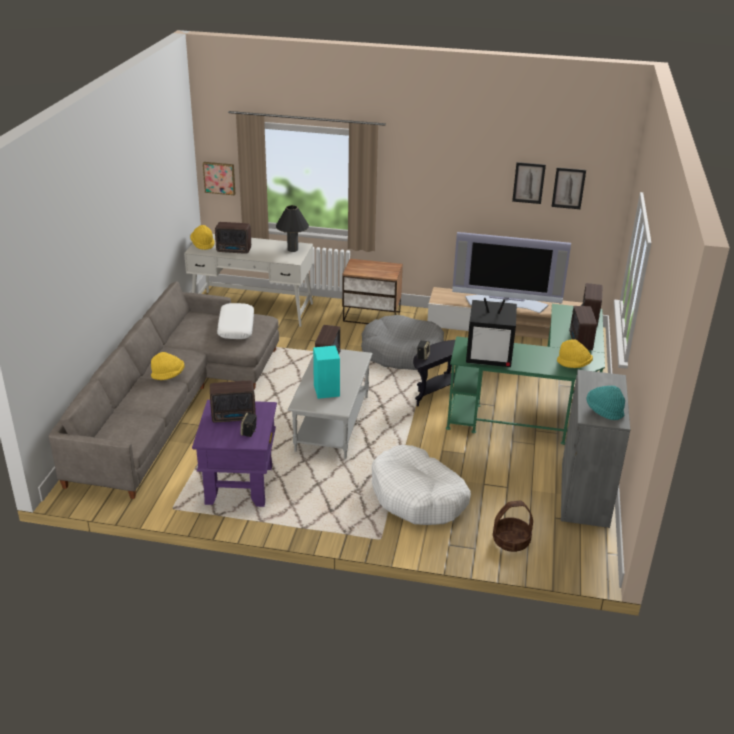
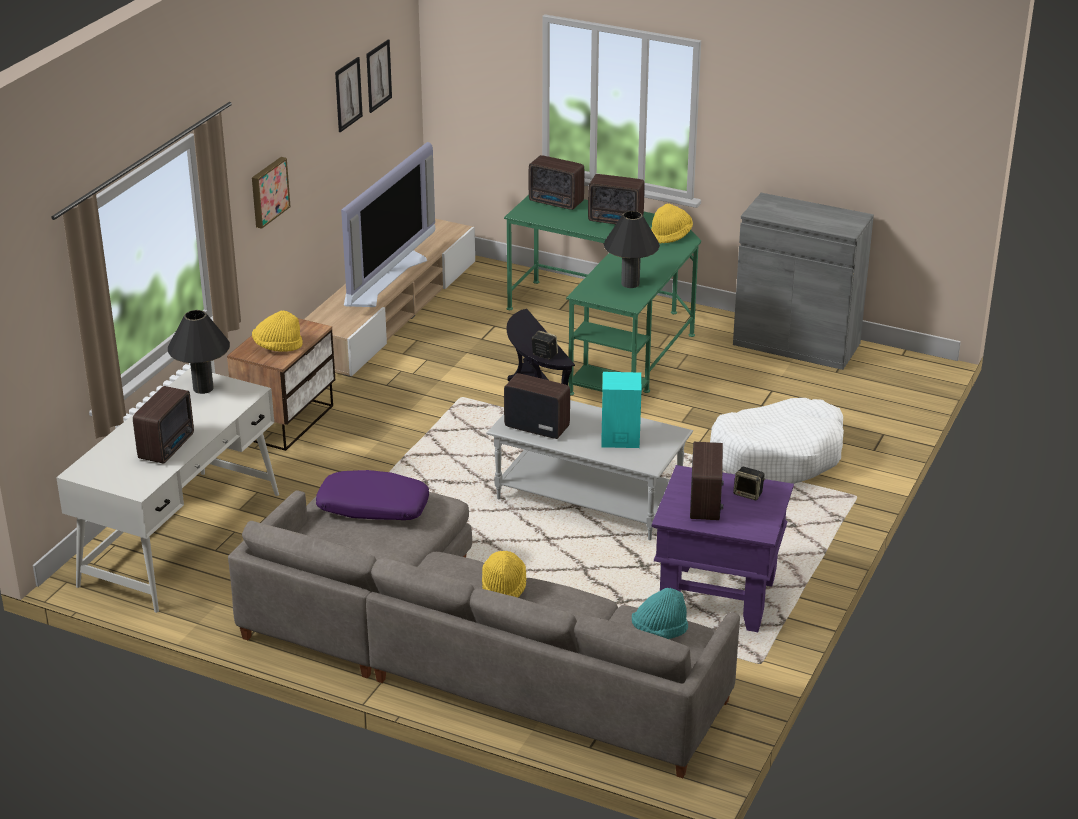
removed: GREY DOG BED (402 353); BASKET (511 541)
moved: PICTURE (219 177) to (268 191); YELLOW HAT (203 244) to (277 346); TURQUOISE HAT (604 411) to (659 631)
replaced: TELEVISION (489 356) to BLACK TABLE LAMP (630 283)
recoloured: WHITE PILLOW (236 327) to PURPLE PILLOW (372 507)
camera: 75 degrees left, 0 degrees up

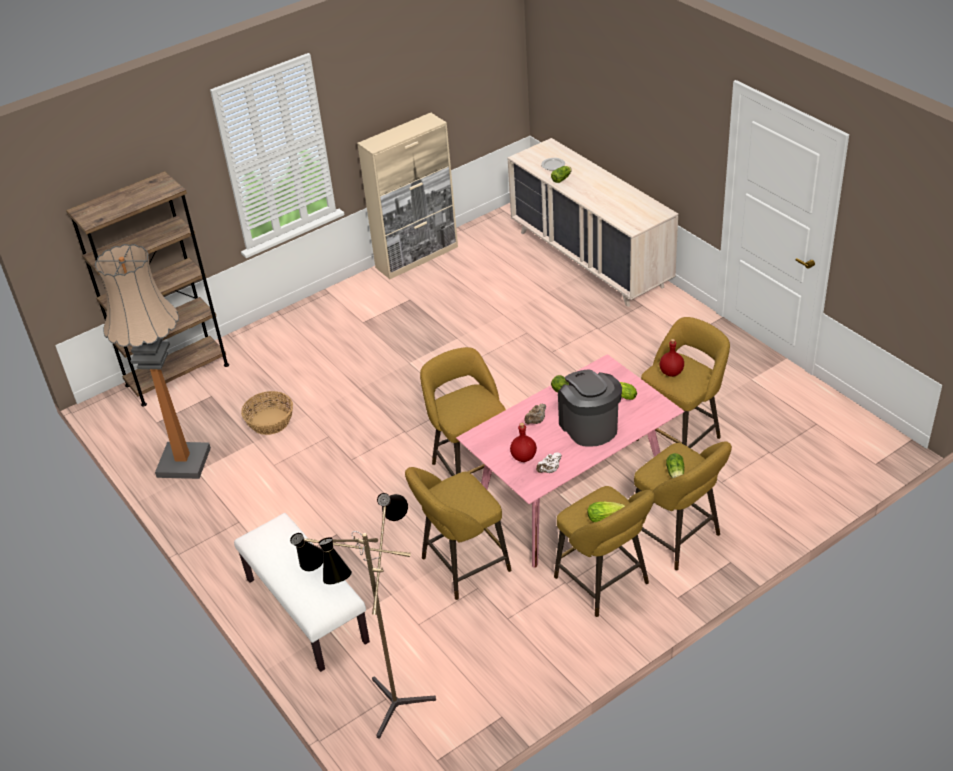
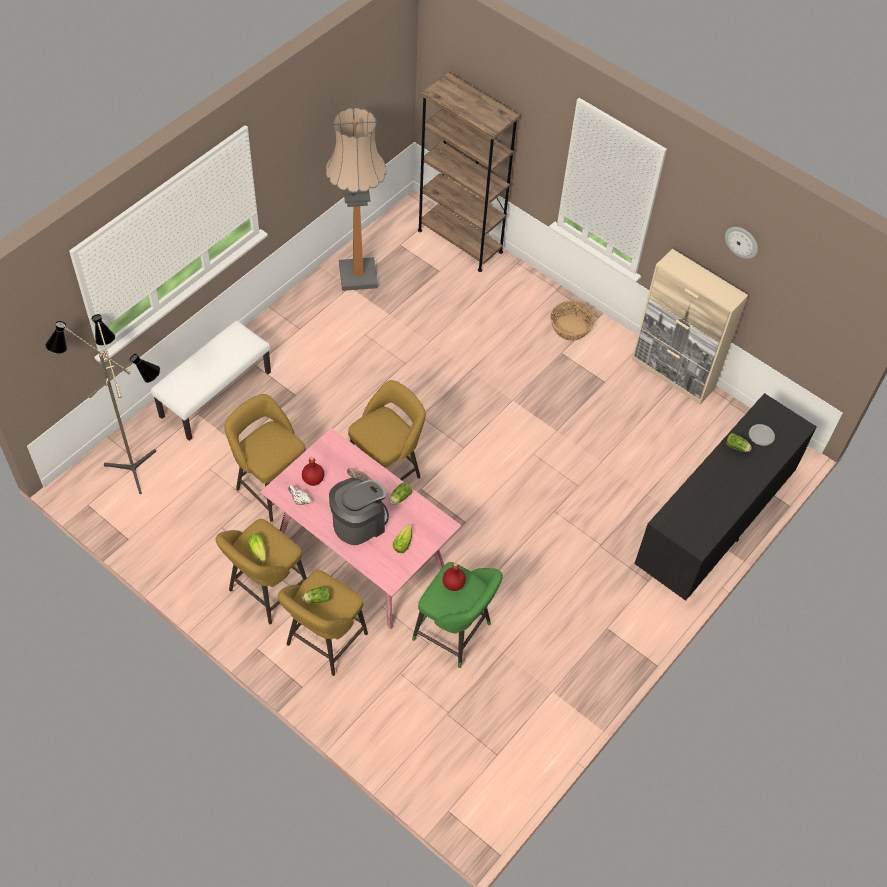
added: WALL CLOCK (742 242)
moved: BASKET (269 421) to (570 327)
recoloured: BEIGE DRESSER (590 259) to BLACK DRESSER (713 524); YELLOW STOOL (681 436) to GREEN STOOL (455 634)
camera: 70 degrees right, 15 degrees up

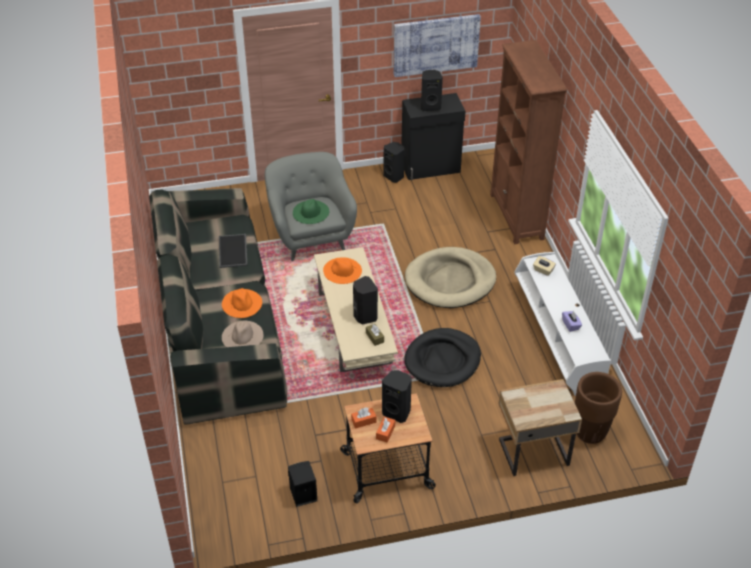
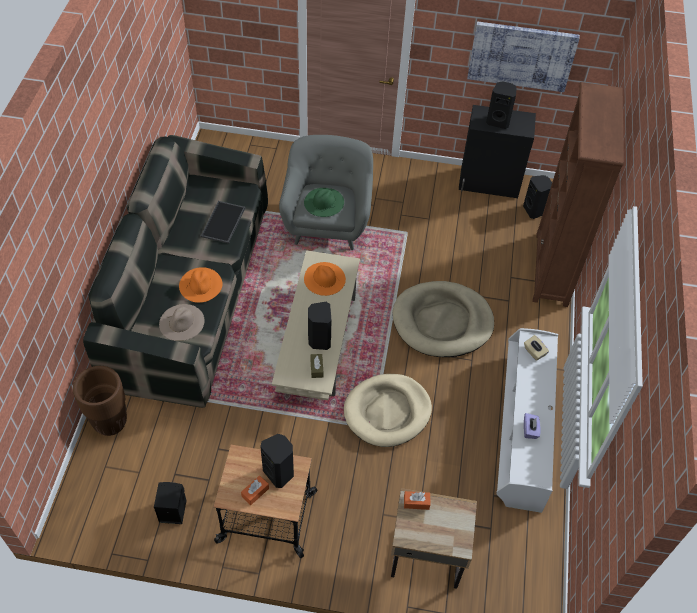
moved: BLACK SPEAKER (394 176) to (534 210); BROWN PLANTER (590 432) to (110 422); ORANGE TISSUE BOX (363 421) to (416 502)
recoloured: BLACK DOG BED (442 360) to BEIGE DOG BED (387 412)
camera: 20 degrees right, 10 degrees up

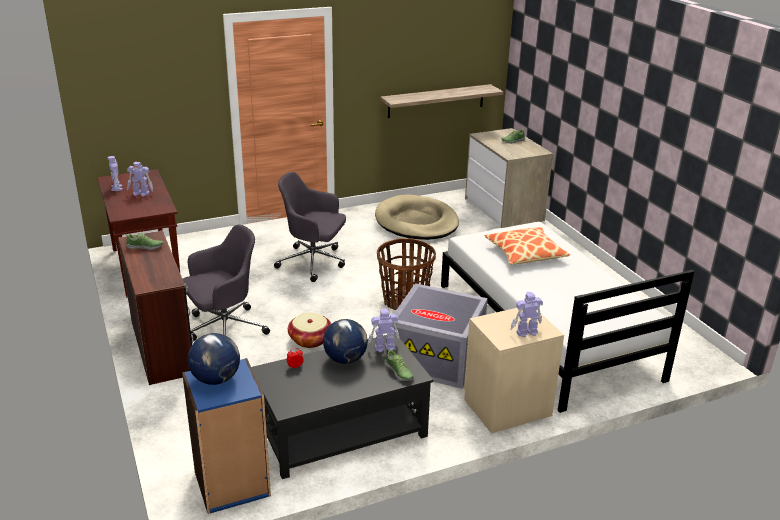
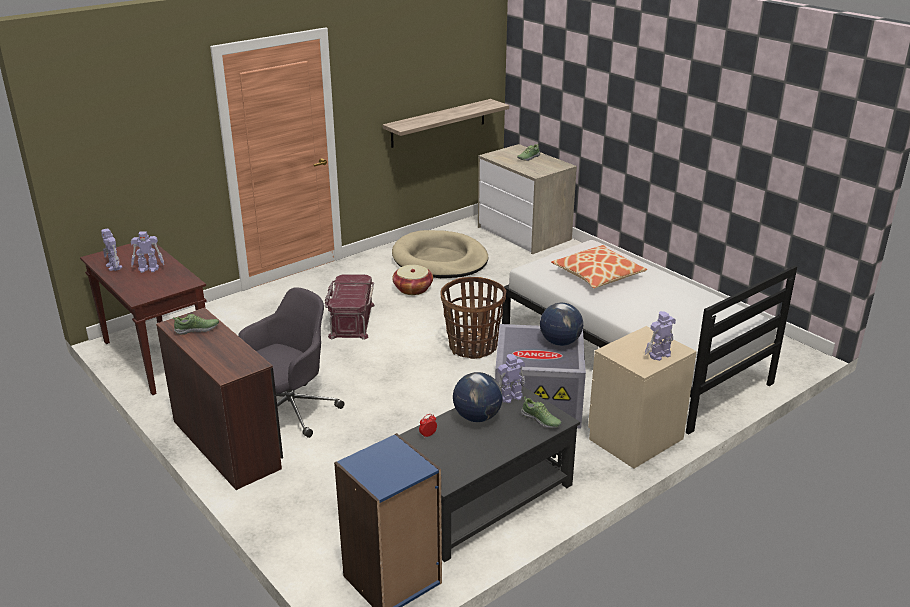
moved: BASKET (310 339) to (413 289); GLOBE (216 379) to (560 342)
replaced: GREY OFFICE CHAIR (313 262) to RED STORAGE BOX (351 320)
camera: 15 degrees left, 0 degrees up

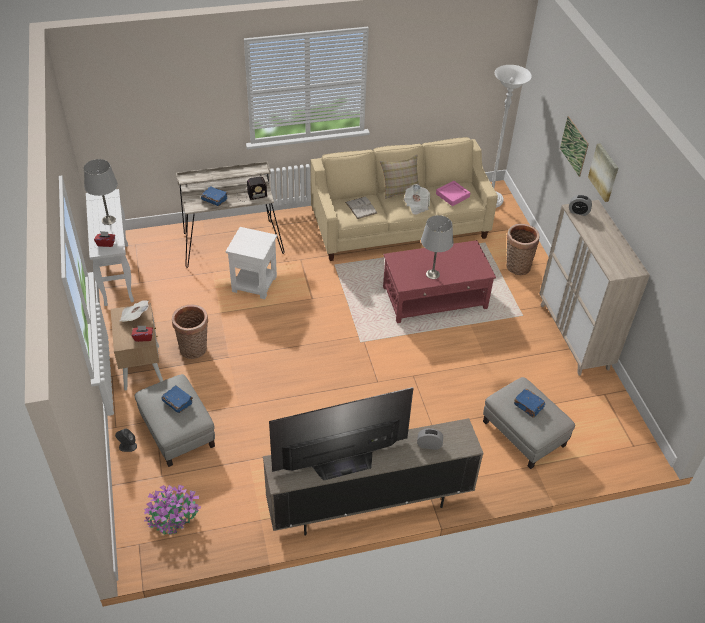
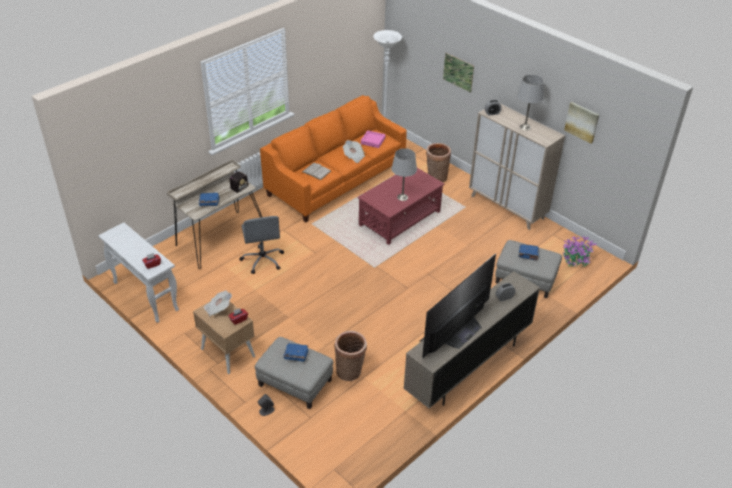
removed: BEIGE PILLOW (400 190)
moved: PICTURE (604 172) to (582 122); GREY TABLE LAMP (108 220) to (525 127); BASKET (194 350) to (350 372); POTTED PLANT (173 518) to (576 259)
replaced: WHITE SIDE TABLE (254 284) to GREY OFFICE CHAIR (263 260)
recoloured: BEIGE SOFA (400 227) to ORANGE SOFA (336 180)
camera: 30 degrees left, 5 degrees down

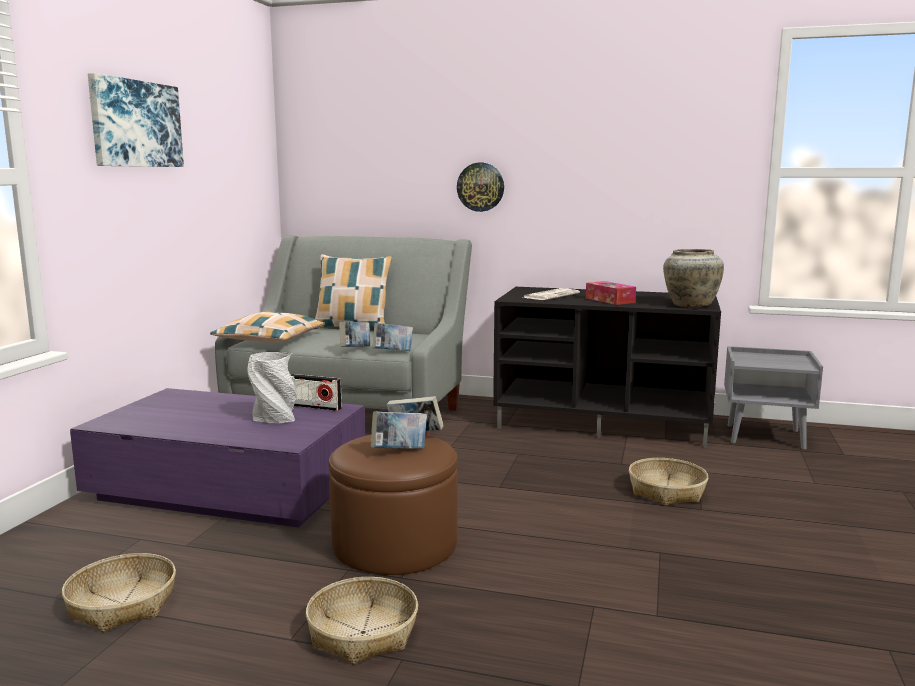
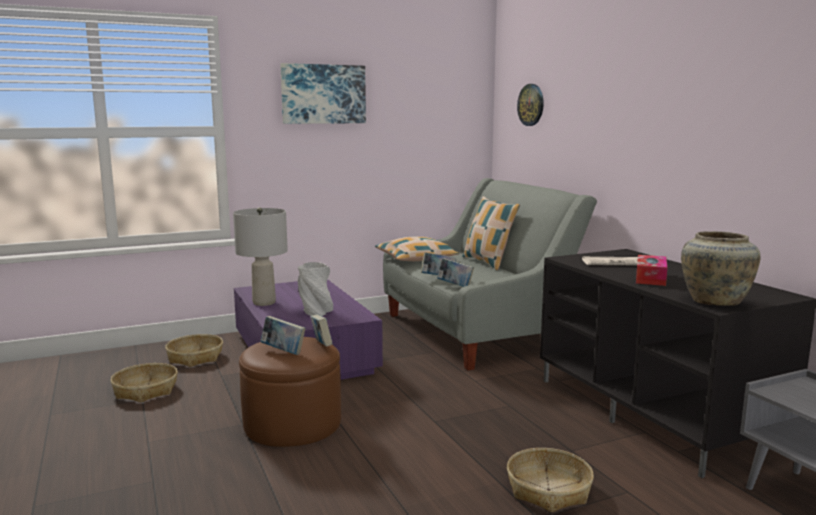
removed: RADIO (315 407)
added: GREY TABLE LAMP (264 303)
moved: WALL CLOCK (480 187) to (531 105); BASKET (362 633) to (195 357)
camera: 50 degrees right, 0 degrees up

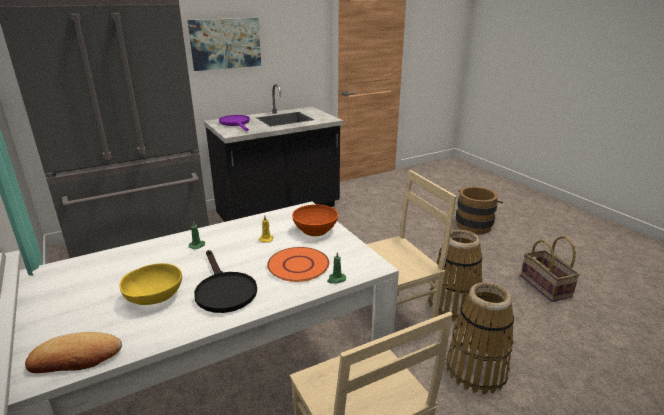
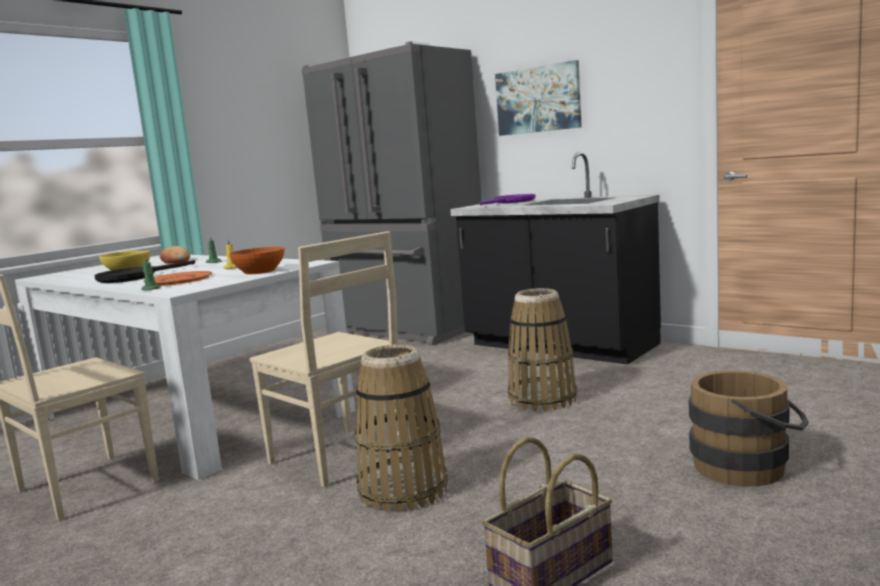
moved: BASKET (476 370) to (542 399); BREAD (75 358) to (175 261)
camera: 70 degrees right, 15 degrees down

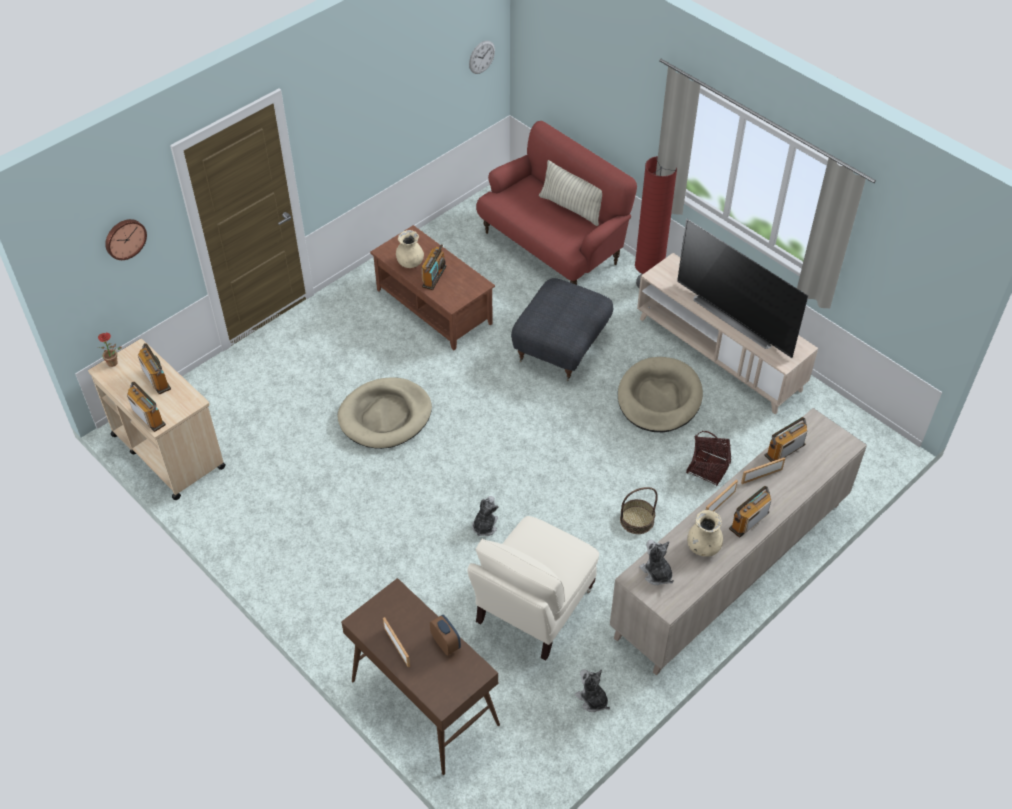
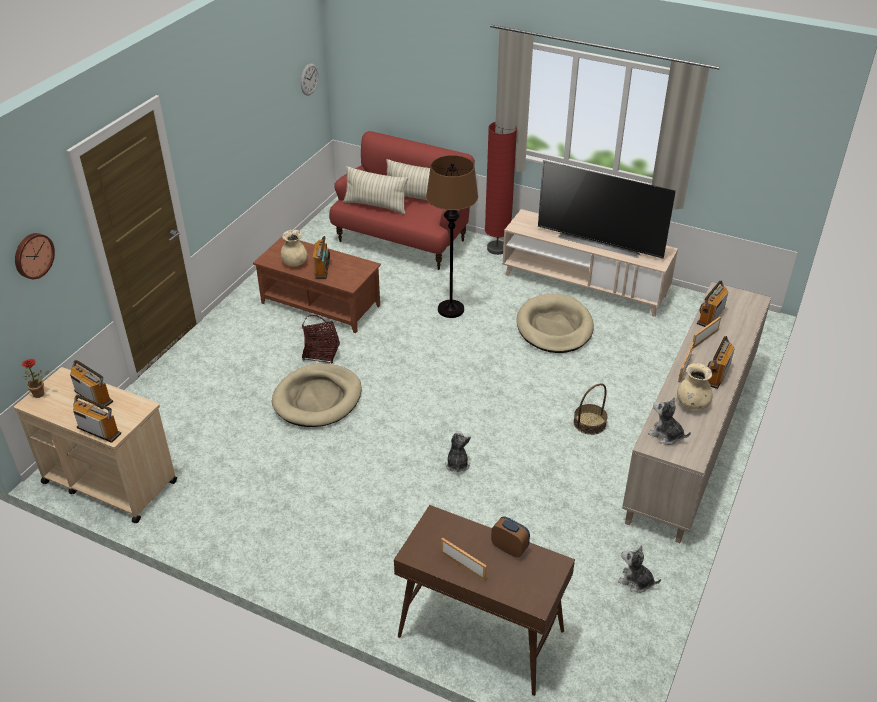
removed: BEIGE ARMCHAIR (532 608)
added: PILLOW (375 206)
moved: BASKET (708 468) to (321 353)
replaced: GREY OTTOMAN (562 348) to BROWN FLOOR LAMP (451 310)
camera: 20 degrees left, 10 degrees down

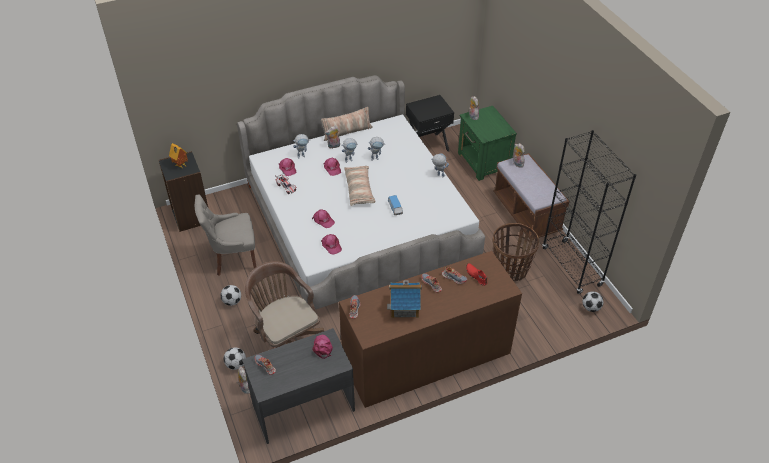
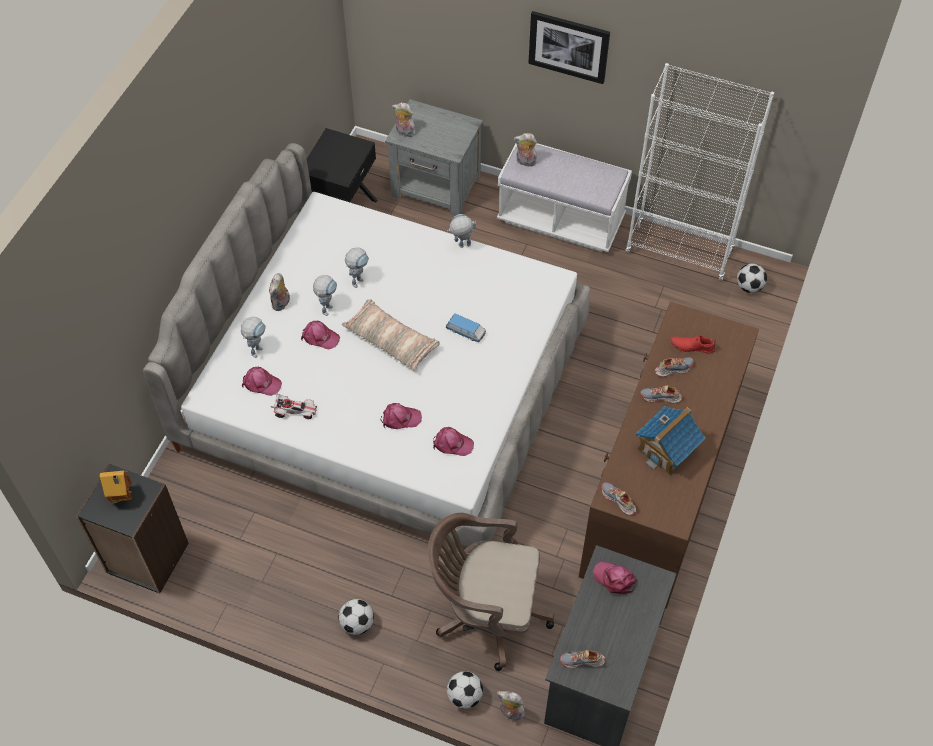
removed: PILLOW (347 132); GREY CHAIR (233 258); BASKET (510 269)
added: PICTURE (568 46)
recoloured: GREEN NIGHTSTAND (483 162) to GREY NIGHTSTAND (436 187); BLACK BOOKCASE (571 267) to WHITE BOOKCASE (679 252); BROWN BENCH (526 213) to WHITE BENCH (561 220)
camera: 45 degrees left, 10 degrees up

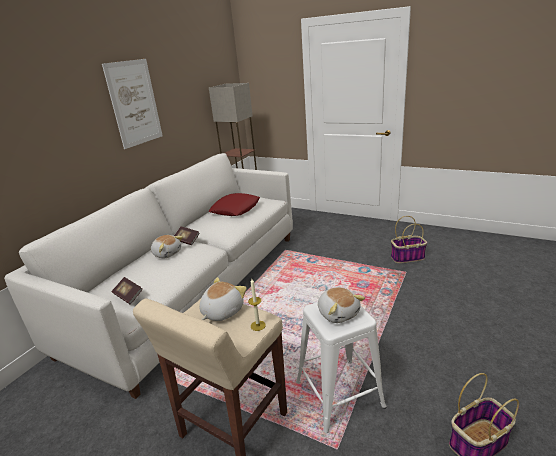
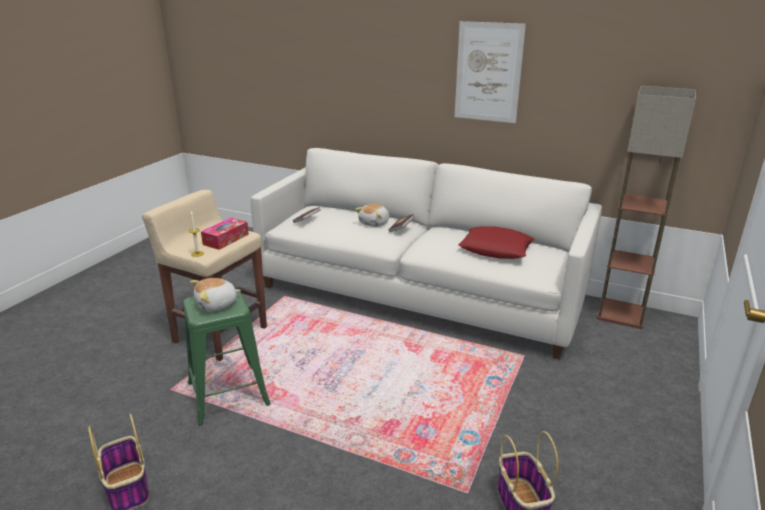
replaced: PLUSH TOY (221 311) to TISSUE BOX (226 239)
recoloured: WHITE STOOL (339 394) to GREEN STOOL (228 394)
camera: 85 degrees right, 0 degrees up

